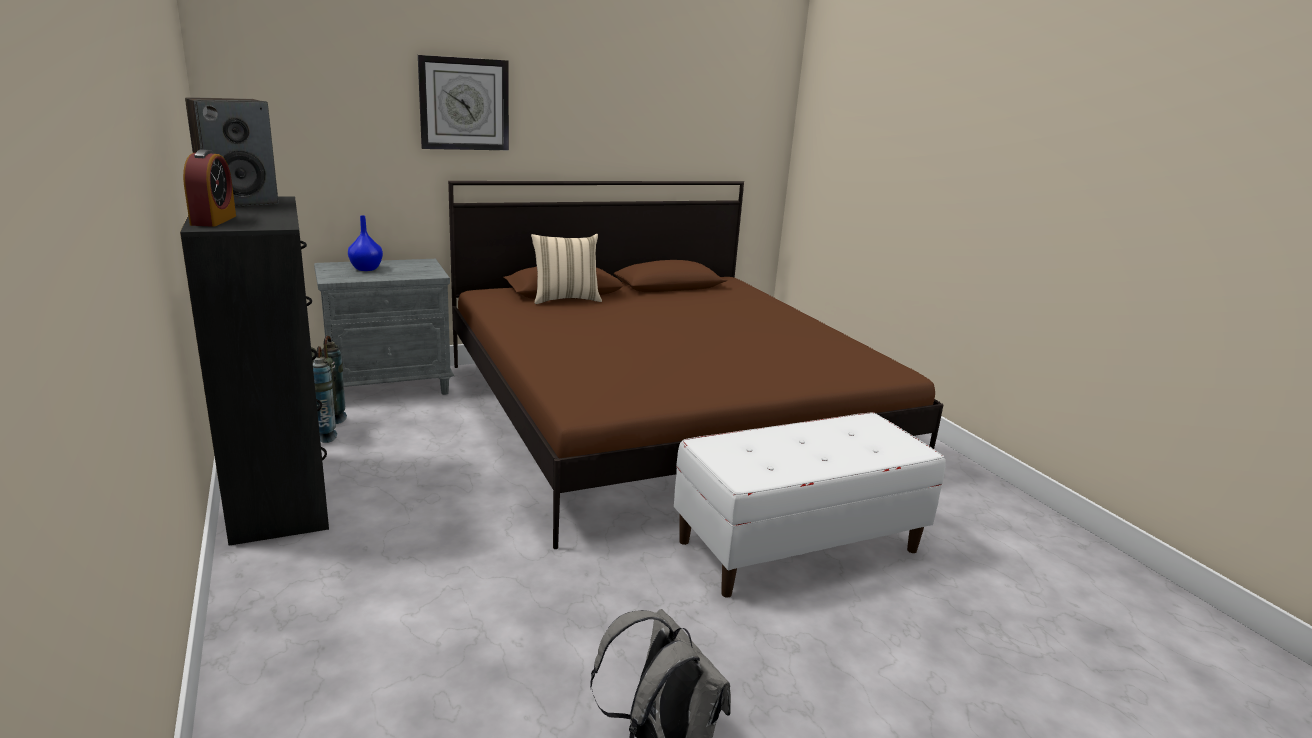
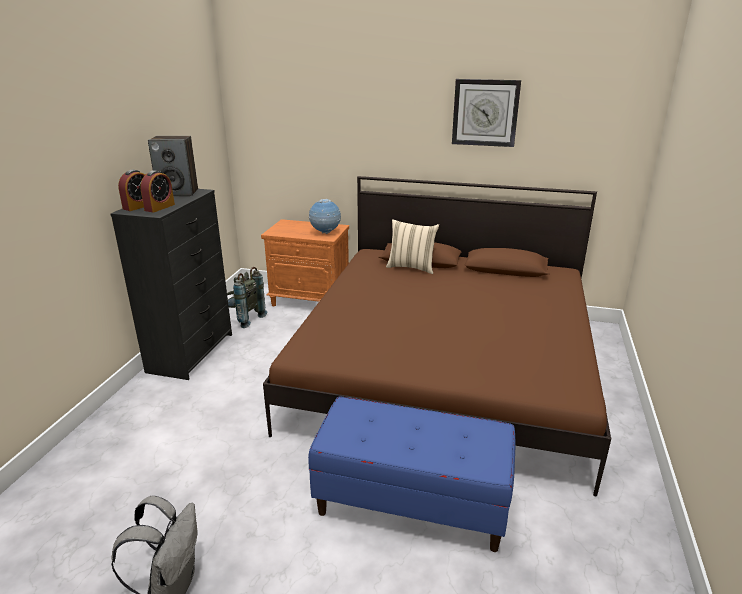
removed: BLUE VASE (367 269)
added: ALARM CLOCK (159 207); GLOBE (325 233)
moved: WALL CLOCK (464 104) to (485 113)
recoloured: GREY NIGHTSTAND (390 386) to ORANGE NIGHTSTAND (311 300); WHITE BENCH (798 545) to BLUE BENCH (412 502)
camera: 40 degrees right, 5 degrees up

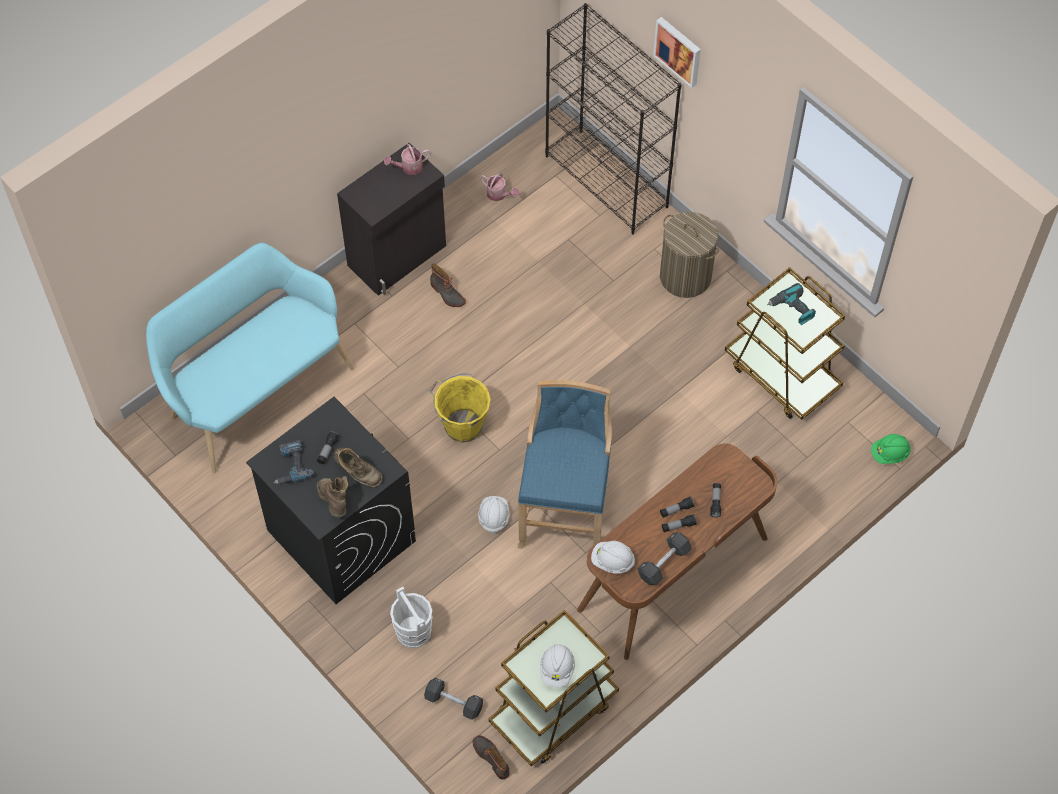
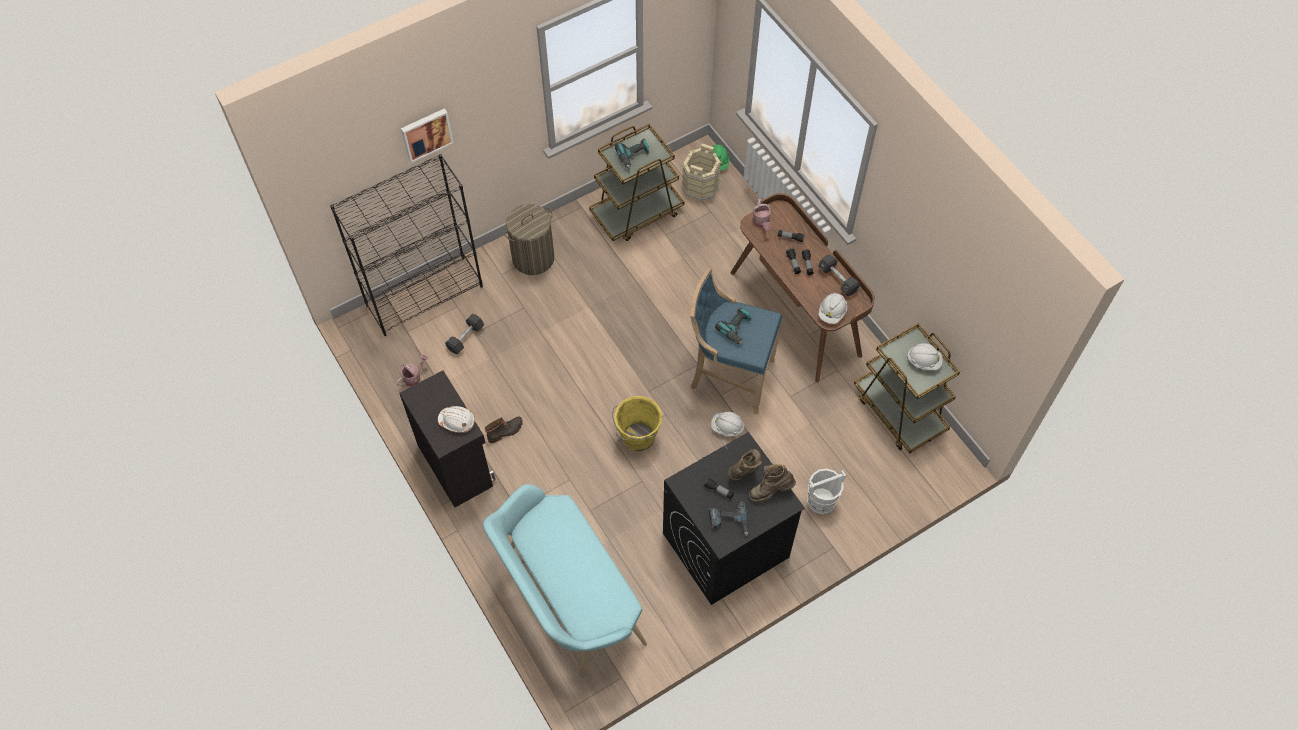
removed: BOOT (492 757)
added: BEIGE BUCKET (700 186); POWER DRILL (737 329); WHITE HARD HAT (457 421)
moved: WATERING CAN (409 167) to (761 222); BLACK DUMBBELL (454 702) to (465 338)
camera: 80 degrees left, 0 degrees up

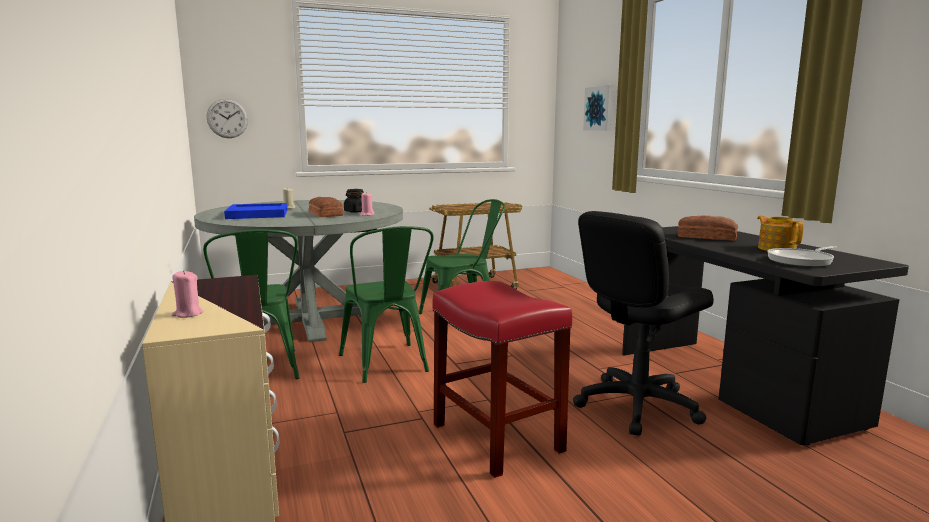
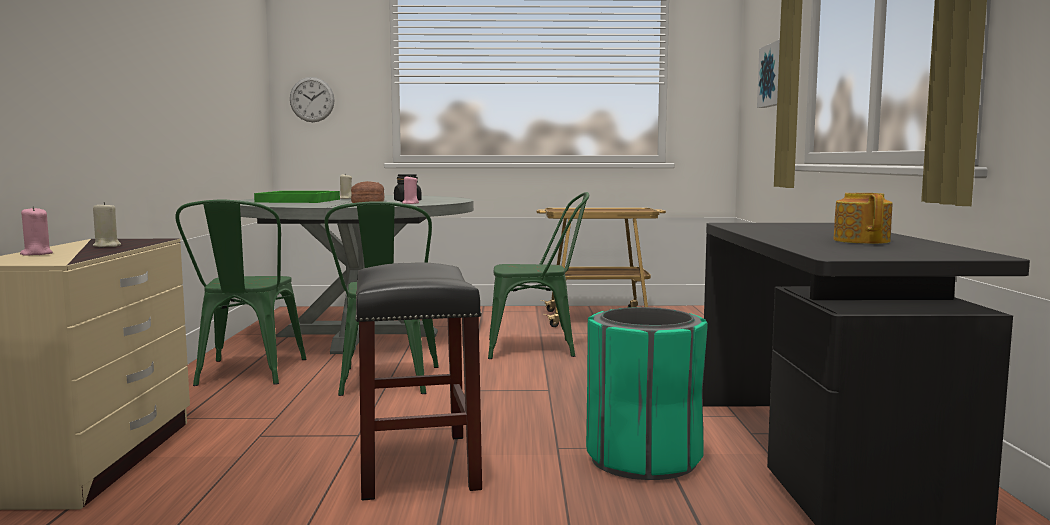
removed: BREAD (706 236); FRYING PAN (802 261)
added: BEIGE CANDLE (107 246)
replaced: BLACK OFFICE CHAIR (637 405) to GREEN TRASH CAN (643 459)
recoloured: BLUE TRAY (257 214) to GREEN TRAY (297 201); RED STOOL (495 437) to BLACK STOOL (415 464)
camera: 20 degrees right, 5 degrees down

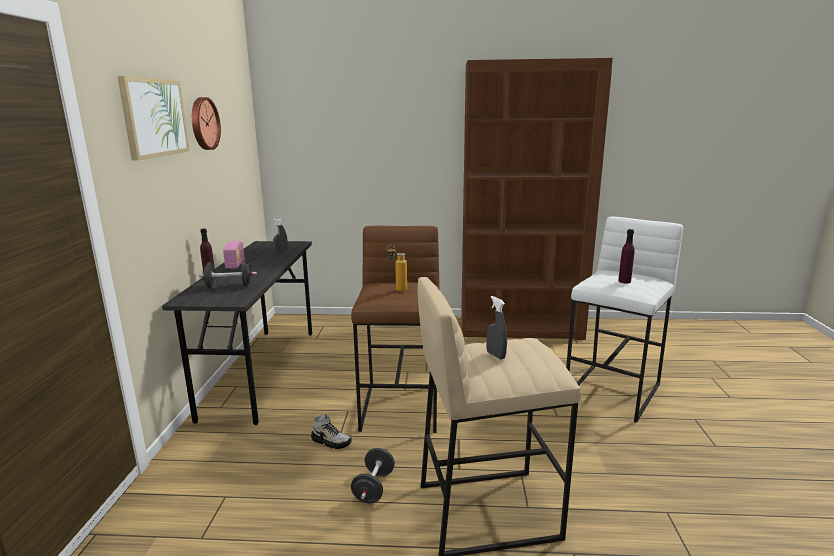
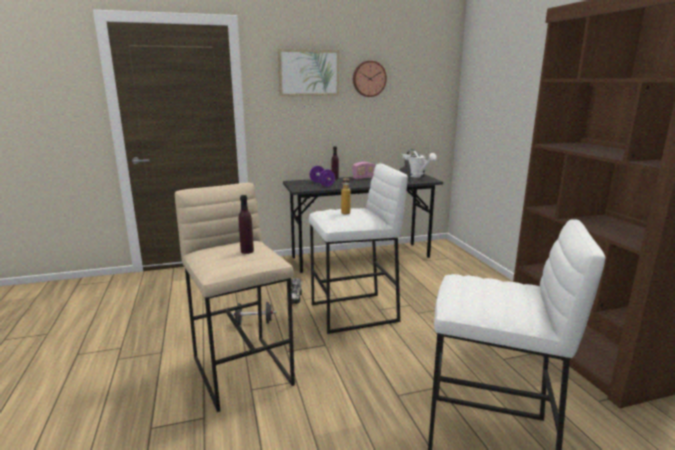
removed: GREY SPRAY BOTTLE (495 355)
added: WHITE WATERING CAN (418 176)
moved: PURPLE BOTTLE (624 281) to (247 251)
recoloured: BROWN STOOL (402 406) to WHITE STOOL (354 313); BLACK DUMBBELL (229 286) to PURPLE DUMBBELL (322 184)
camera: 70 degrees right, 0 degrees up

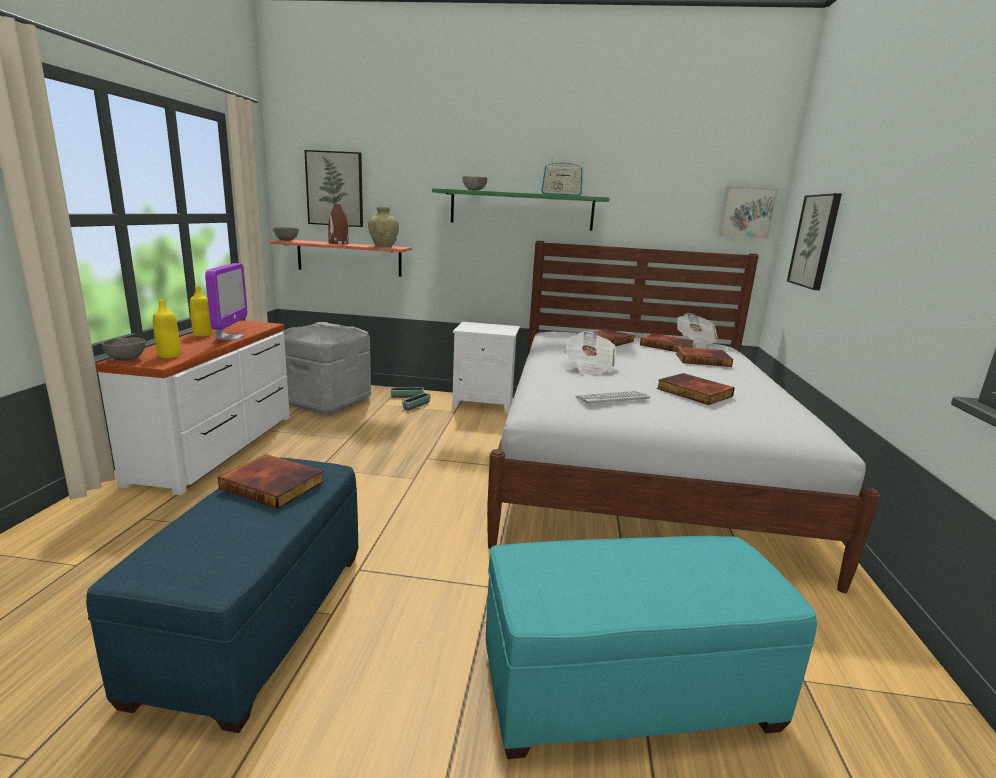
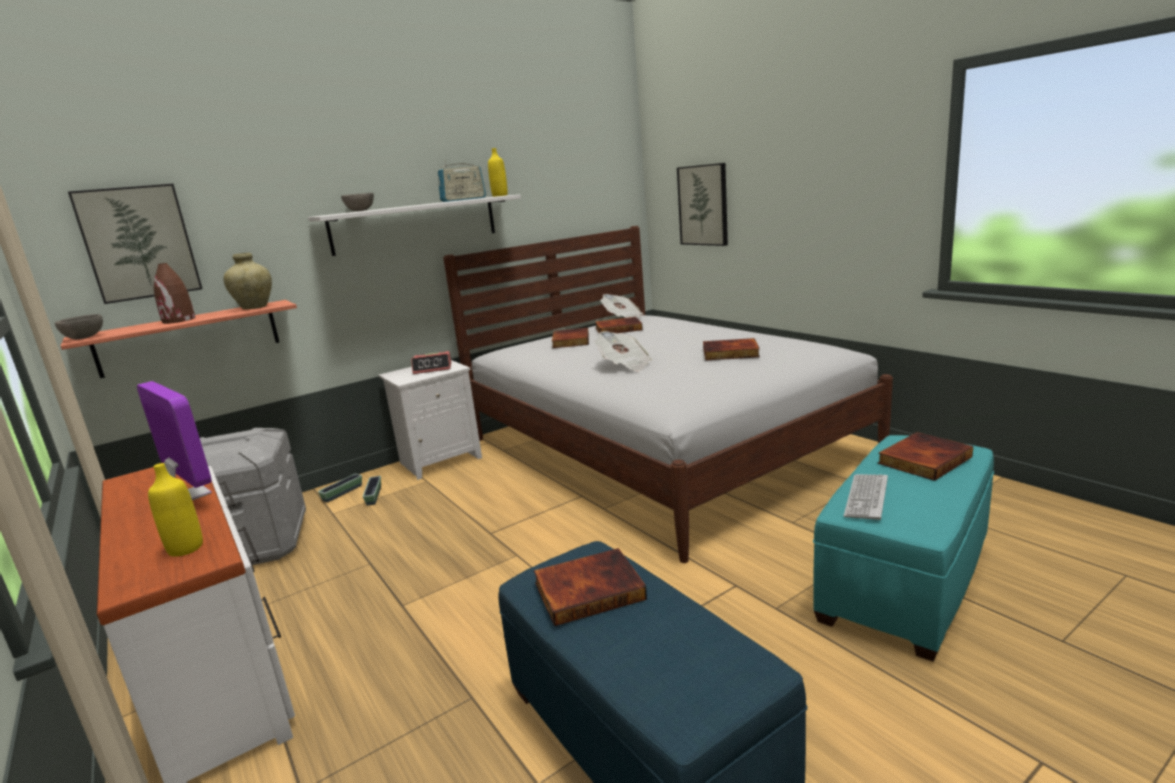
removed: PICTURE (746 212); GREY BOWL (127 359)
added: ALARM CLOCK (433 368)
moved: YELLOW BOTTLE (203 334) to (500 196); BOOK (702 359) to (923 459); KEYBOARD (612 398) to (866 497)
recoloured: GREEN SHELF (521 210) to WHITE SHELF (415 224)
camera: 40 degrees left, 0 degrees up

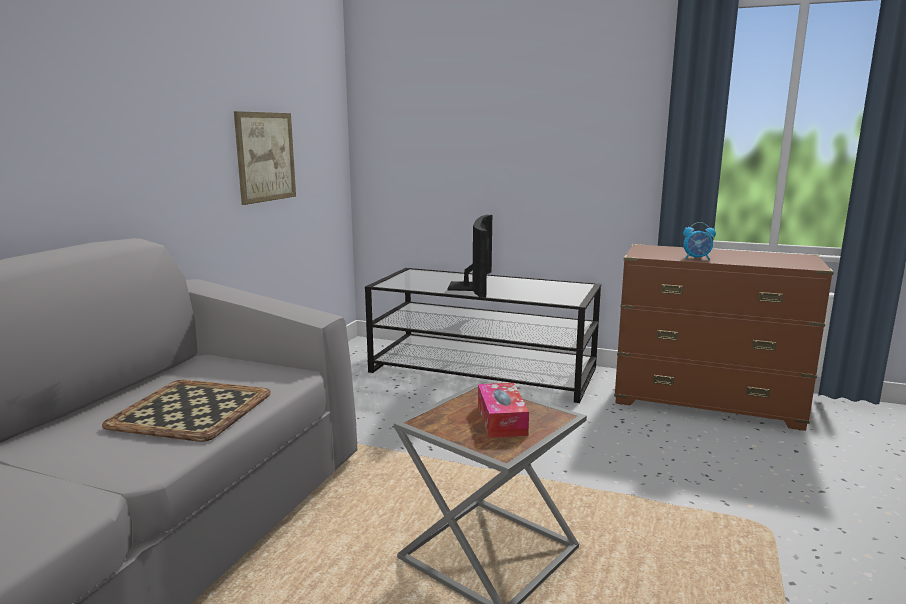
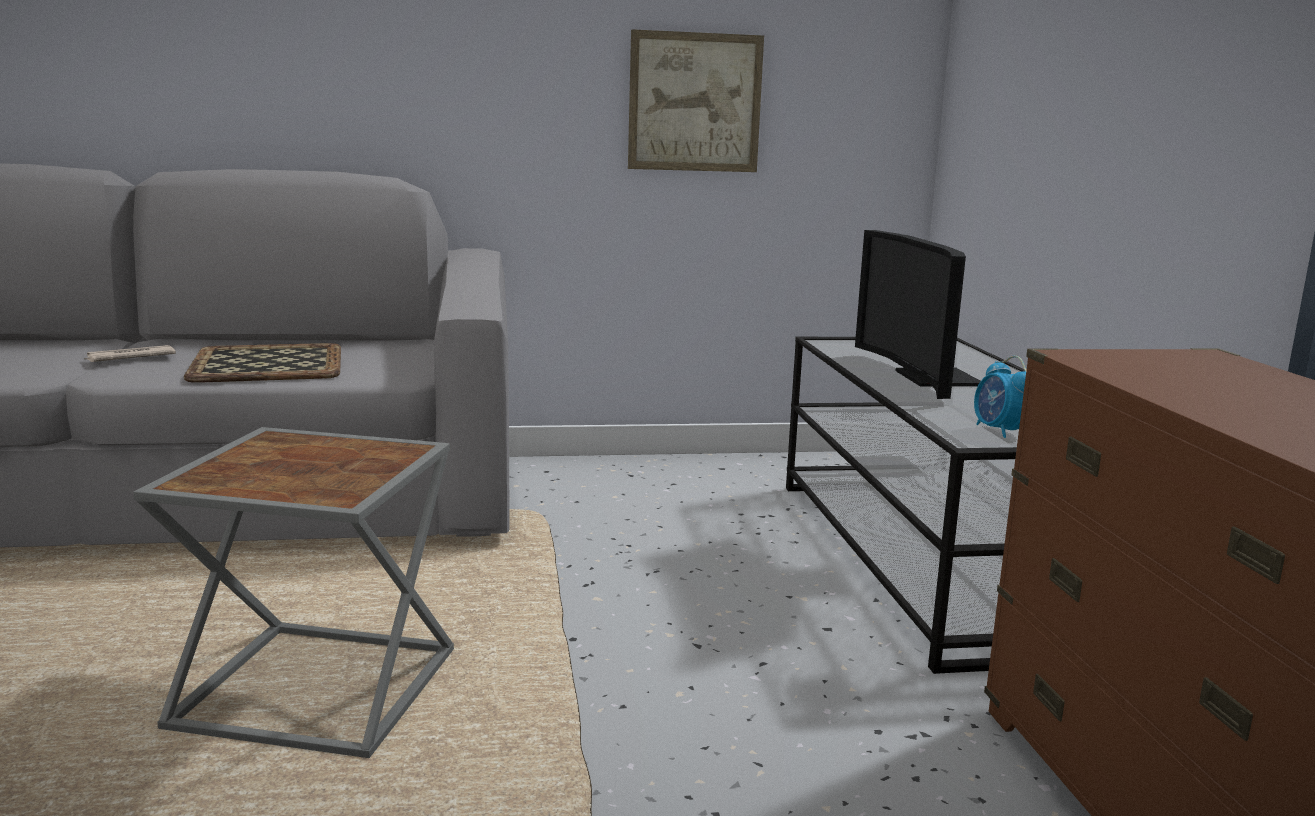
removed: TISSUE BOX (501 420)
added: NEWSPAPER (130 358)
moved: ALARM CLOCK (697 259) to (999 431)
turned: TELEVISION (471 287) = (925 378) 105 degrees clockwise
camera: 60 degrees right, 0 degrees up

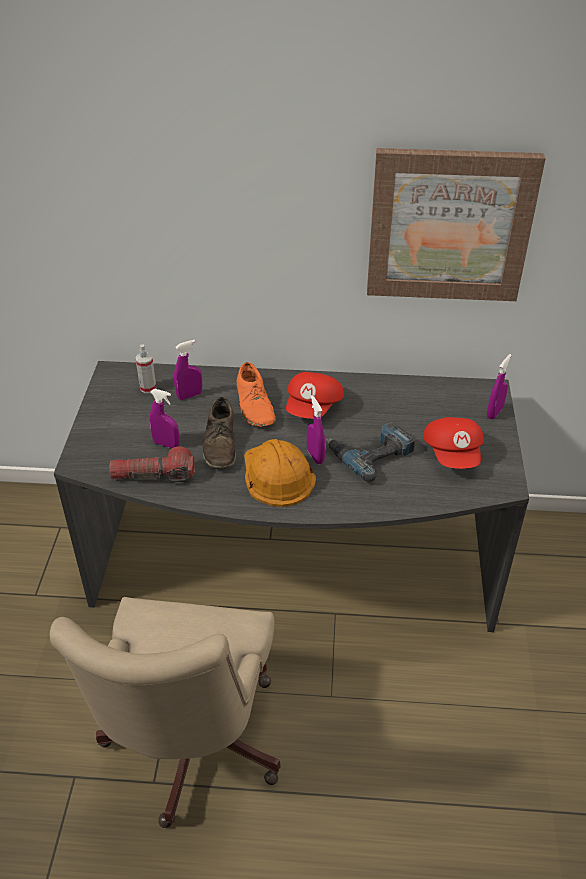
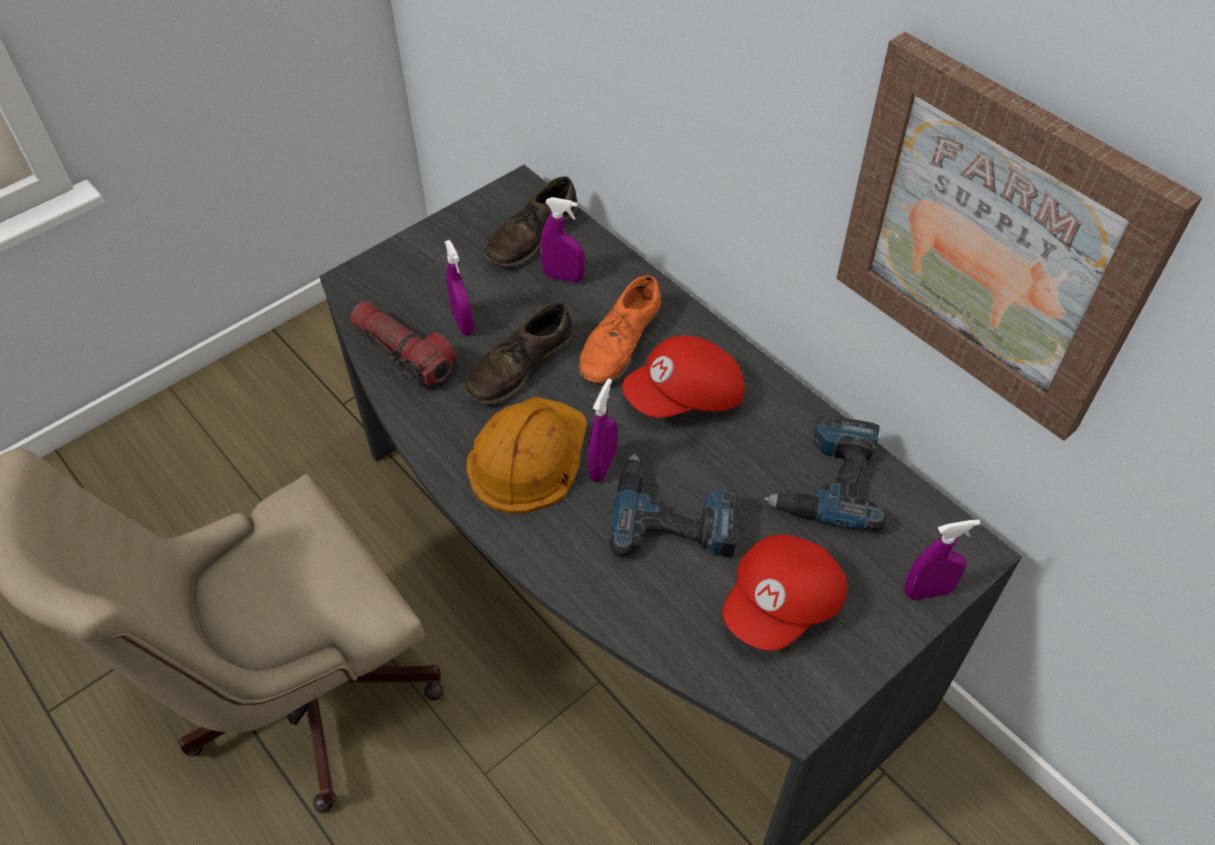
added: POWER DRILL (827 480)
replaced: SPRAY BOTTLE (148 388) to BROWN SHOE (531 235)
camera: 45 degrees right, 10 degrees up

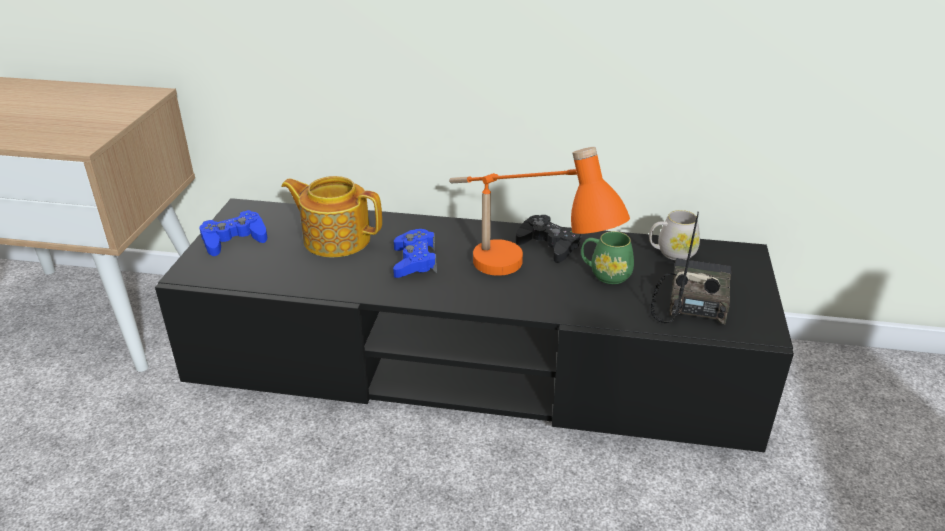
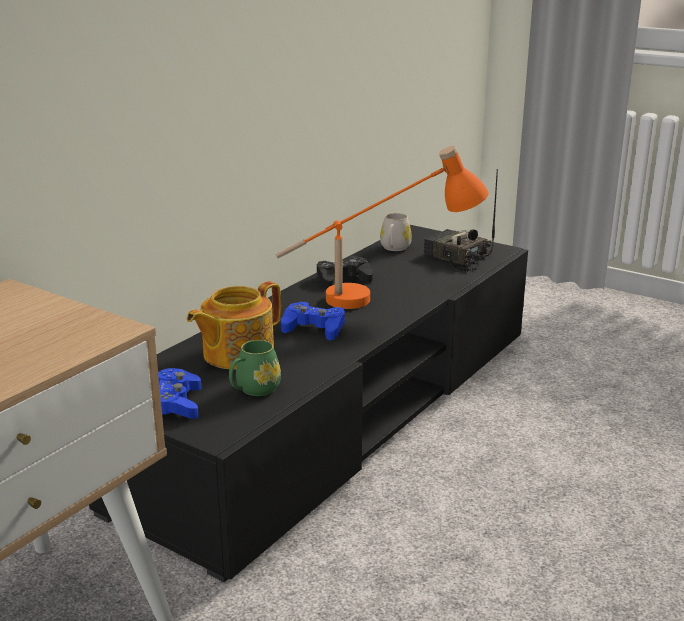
moved: GREEN MUG (605 274) to (254 390)
camera: 65 degrees left, 10 degrees down

